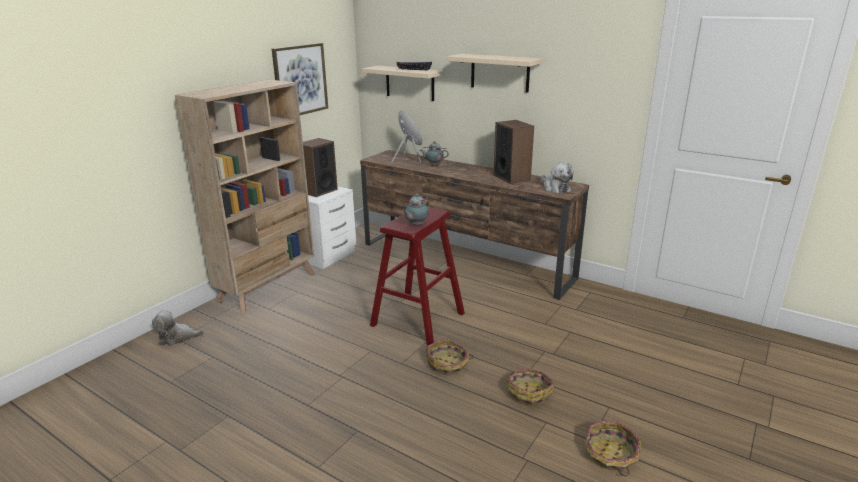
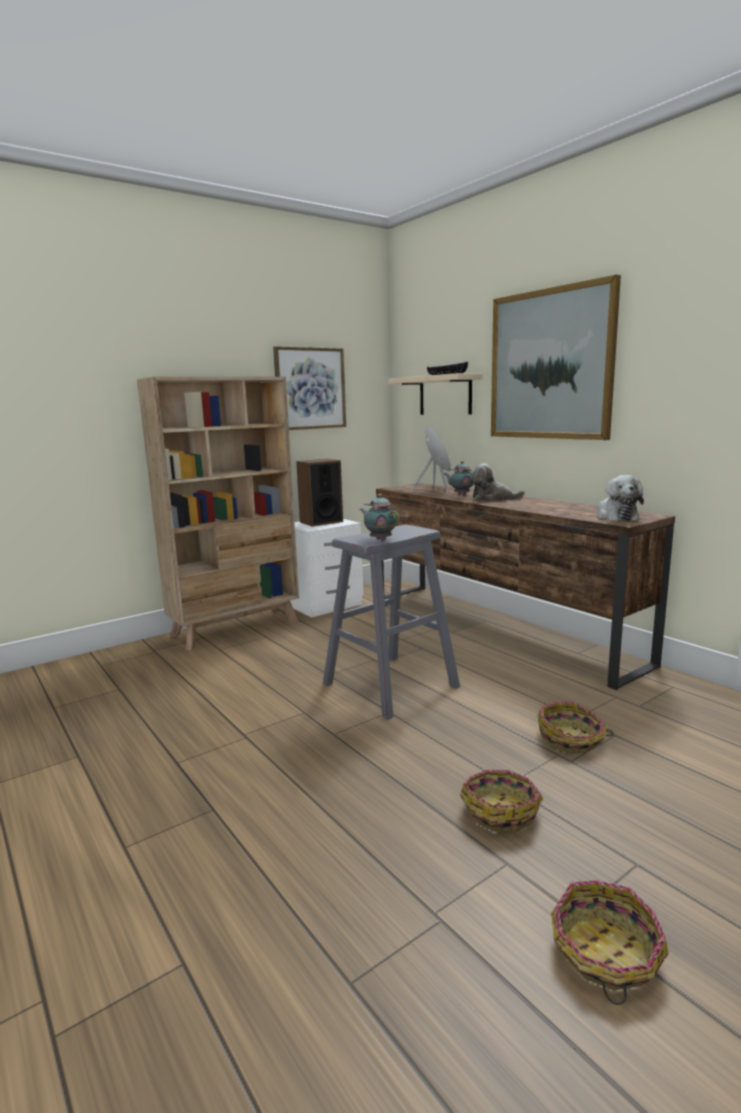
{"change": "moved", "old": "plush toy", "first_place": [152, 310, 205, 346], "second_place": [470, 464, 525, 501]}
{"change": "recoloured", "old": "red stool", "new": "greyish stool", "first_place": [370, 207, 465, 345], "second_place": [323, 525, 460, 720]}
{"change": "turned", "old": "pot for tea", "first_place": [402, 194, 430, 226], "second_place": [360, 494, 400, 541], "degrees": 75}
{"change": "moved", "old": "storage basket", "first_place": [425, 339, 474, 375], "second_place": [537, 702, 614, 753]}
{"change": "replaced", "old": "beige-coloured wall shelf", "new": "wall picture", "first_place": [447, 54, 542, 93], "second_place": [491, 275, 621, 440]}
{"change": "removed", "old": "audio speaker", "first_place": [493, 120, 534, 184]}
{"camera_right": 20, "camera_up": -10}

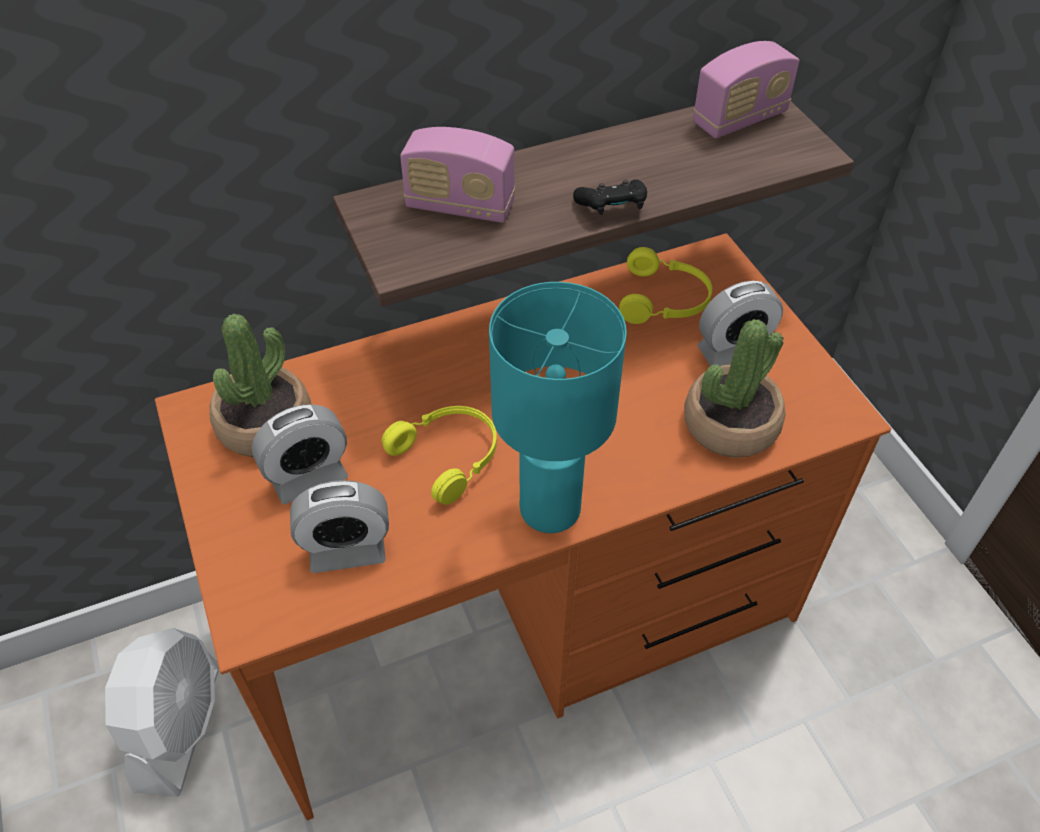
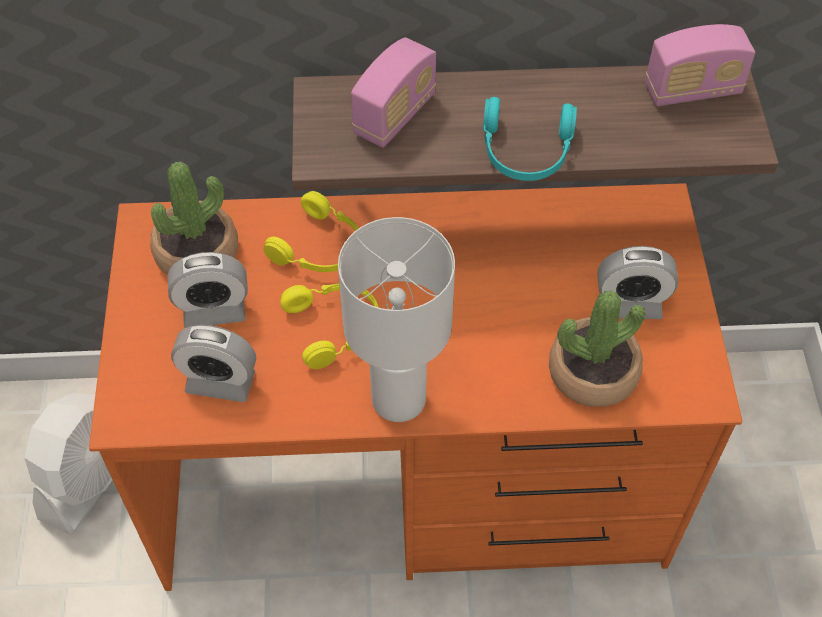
{"change": "turned", "old": "radio set", "first_place": [400, 127, 515, 223], "second_place": [351, 37, 436, 148], "degrees": -90}
{"change": "recoloured", "old": "turquoise table lamp", "new": "whitish table lamp", "first_place": [489, 282, 627, 533], "second_place": [338, 217, 455, 422]}
{"change": "replaced", "old": "blackish gamepad", "new": "turquoise headphones", "first_place": [573, 179, 647, 215], "second_place": [483, 97, 577, 181]}
{"change": "moved", "old": "yellow headphones", "first_place": [619, 247, 712, 324], "second_place": [263, 191, 359, 272]}
{"camera_right": 20, "camera_up": 5}

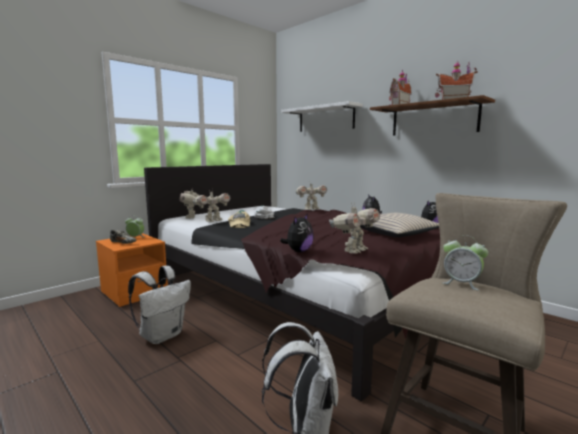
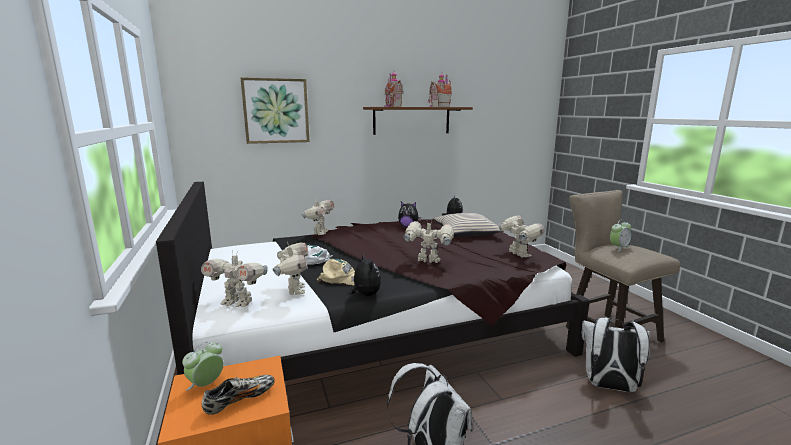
{"change": "moved", "old": "plush toy", "first_place": [280, 214, 314, 252], "second_place": [350, 255, 381, 296]}
{"change": "replaced", "old": "whitish wall shelf", "new": "wall picture", "first_place": [281, 101, 363, 132], "second_place": [241, 77, 310, 144]}
{"change": "added", "new": "toy robot", "second_place": [403, 220, 454, 263]}
{"camera_right": -65, "camera_up": 5}

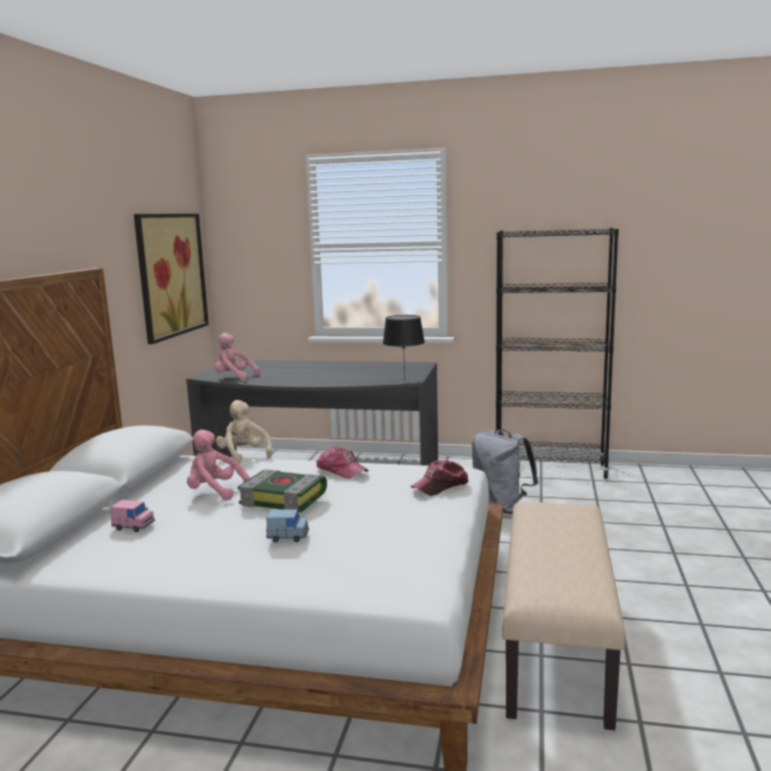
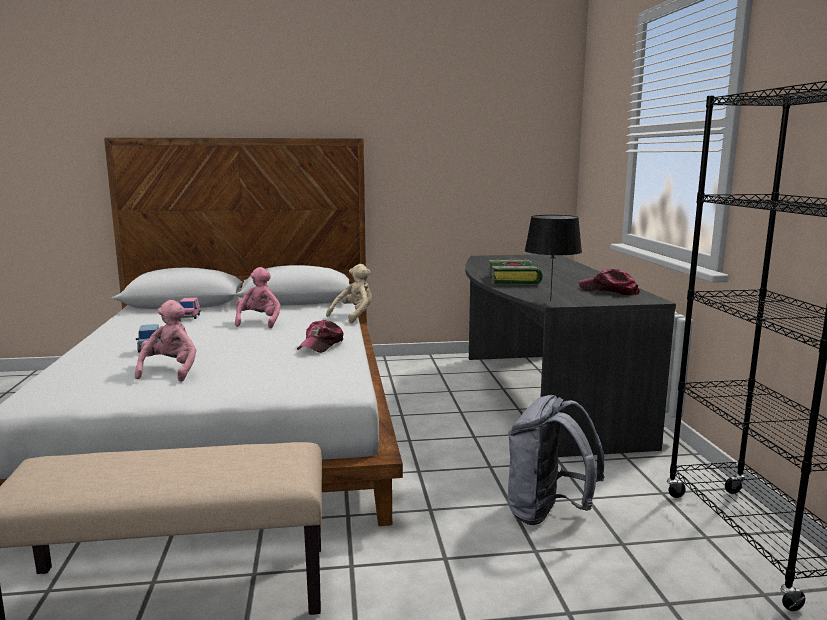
{"change": "removed", "old": "wall picture", "first_place": [134, 214, 209, 344]}
{"change": "moved", "old": "pink-coloured plush toy", "first_place": [215, 333, 260, 381], "second_place": [135, 300, 197, 382]}
{"change": "moved", "old": "book", "first_place": [238, 469, 327, 513], "second_place": [488, 260, 543, 284]}
{"change": "moved", "old": "peaked cap", "first_place": [411, 460, 469, 496], "second_place": [579, 269, 640, 296]}
{"camera_right": 70, "camera_up": 0}

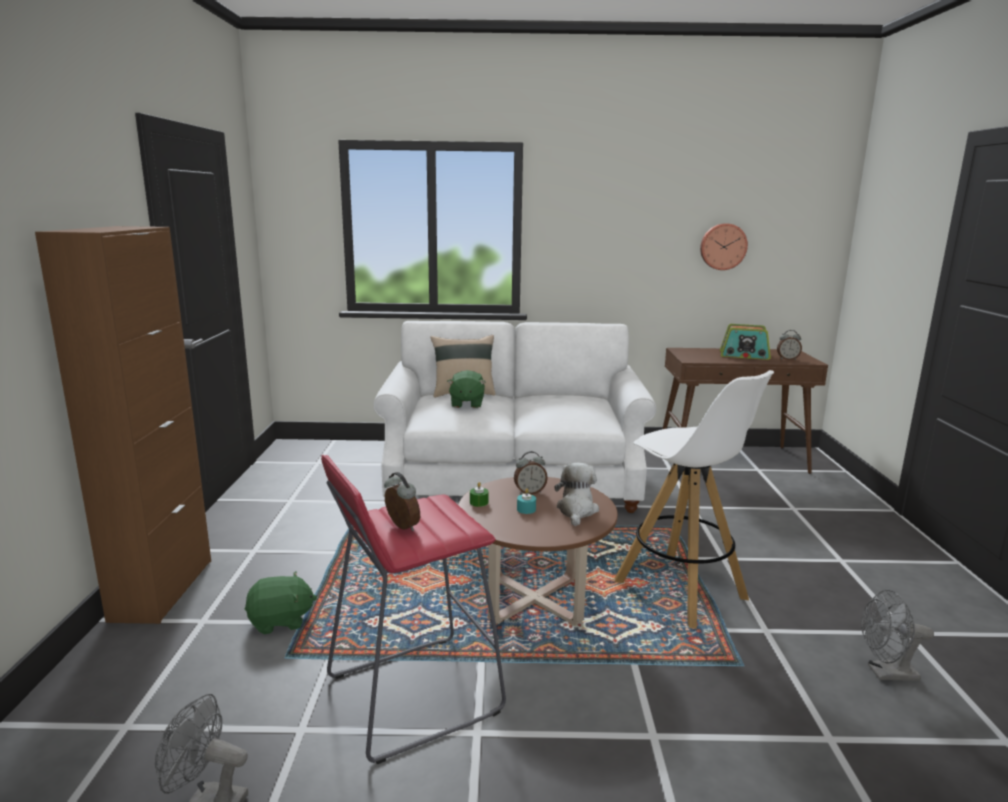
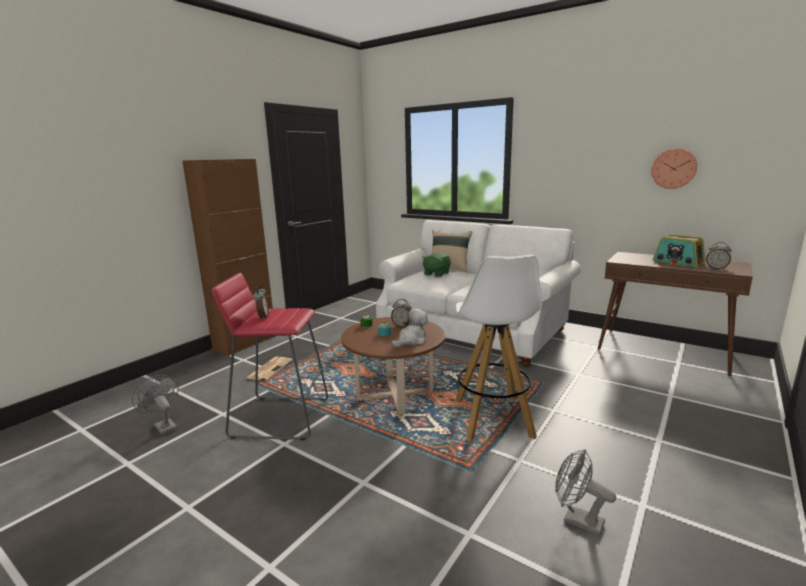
{"change": "replaced", "old": "green-coloured plush toy", "new": "newspaper", "first_place": [245, 572, 317, 634], "second_place": [247, 357, 292, 380]}
{"camera_right": 35, "camera_up": 0}

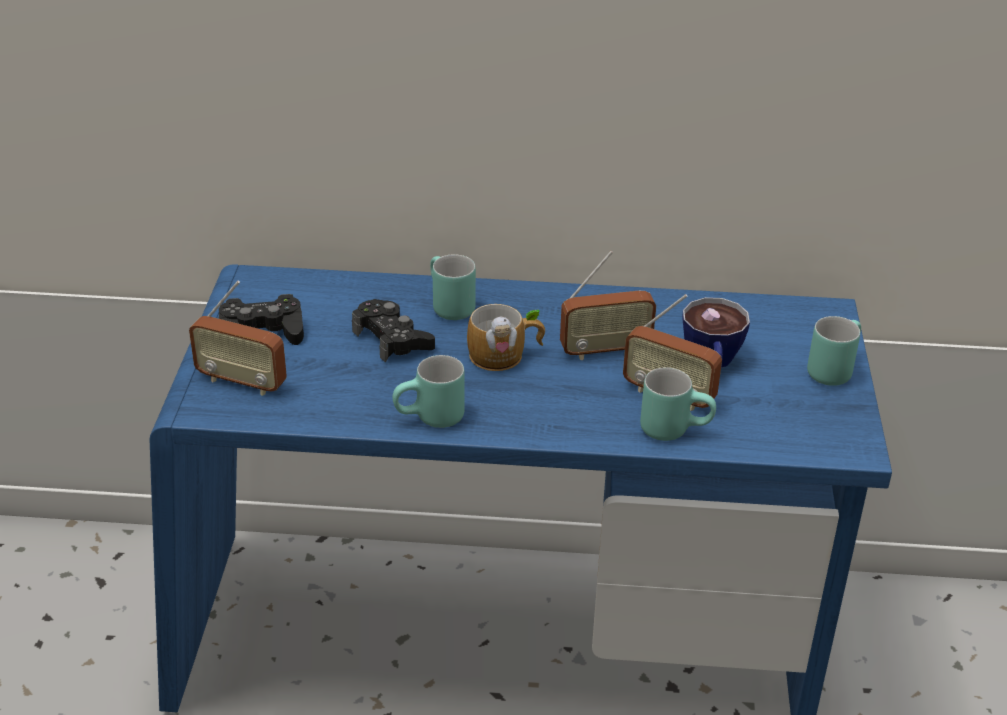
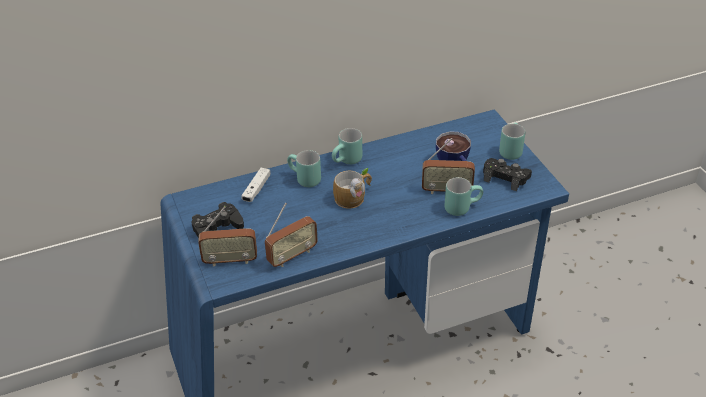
{"change": "moved", "old": "blackish gamepad", "first_place": [352, 299, 435, 363], "second_place": [483, 158, 532, 191]}
{"change": "moved", "old": "turquoise mug", "first_place": [393, 355, 465, 428], "second_place": [332, 128, 362, 164]}
{"change": "moved", "old": "radio set", "first_place": [560, 251, 656, 360], "second_place": [265, 203, 318, 267]}
{"change": "added", "new": "whitish gamepad", "second_place": [241, 168, 271, 202]}
{"camera_right": -25, "camera_up": 5}

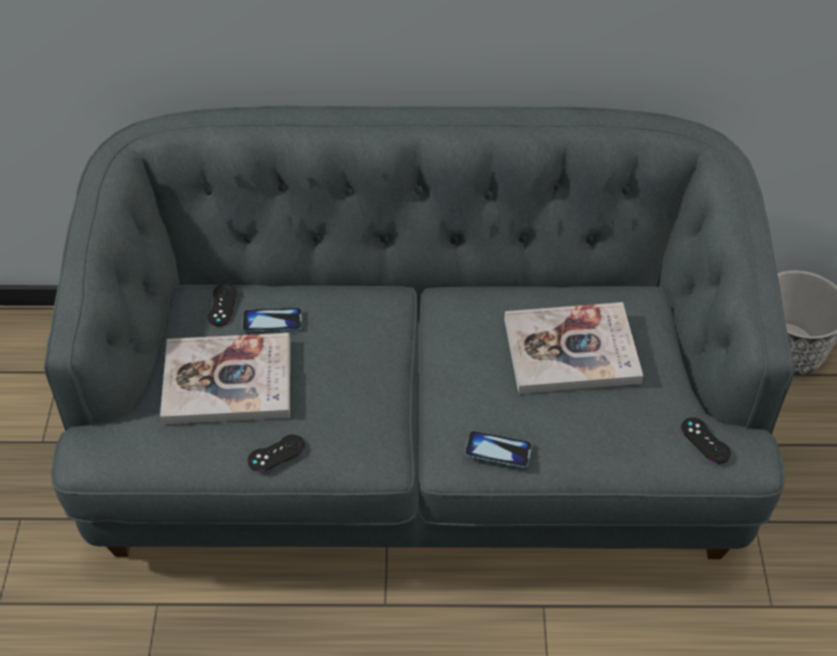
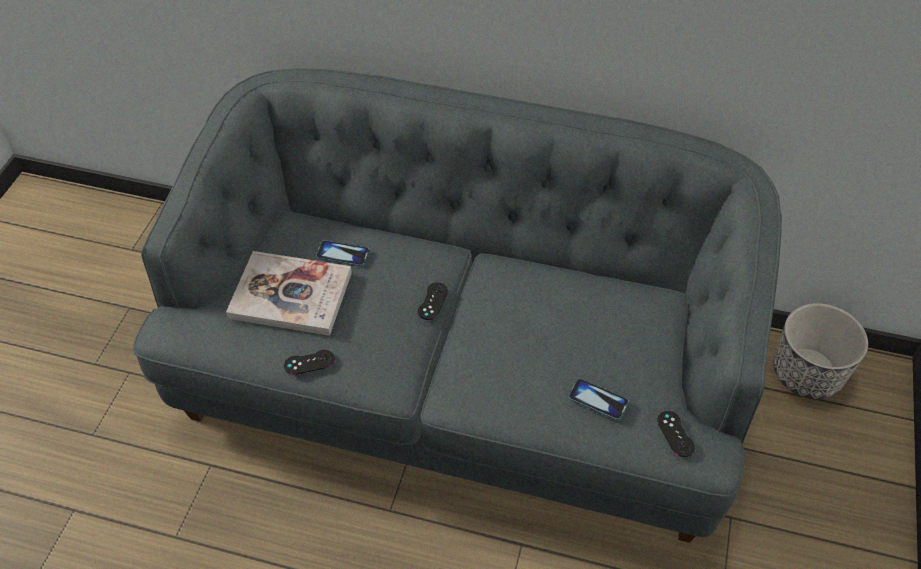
{"change": "moved", "old": "blackish gamepad", "first_place": [208, 283, 237, 326], "second_place": [418, 282, 448, 320]}
{"change": "moved", "old": "handset", "first_place": [464, 430, 532, 468], "second_place": [568, 378, 629, 421]}
{"change": "removed", "old": "book", "first_place": [504, 302, 643, 394]}
{"camera_right": 15, "camera_up": 0}

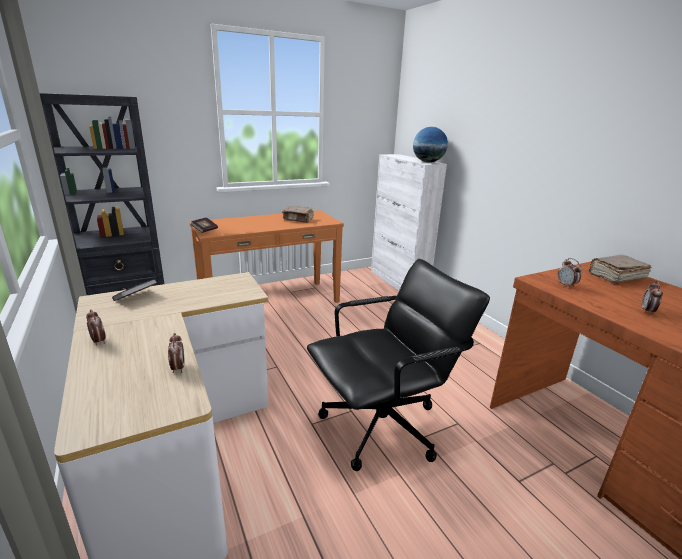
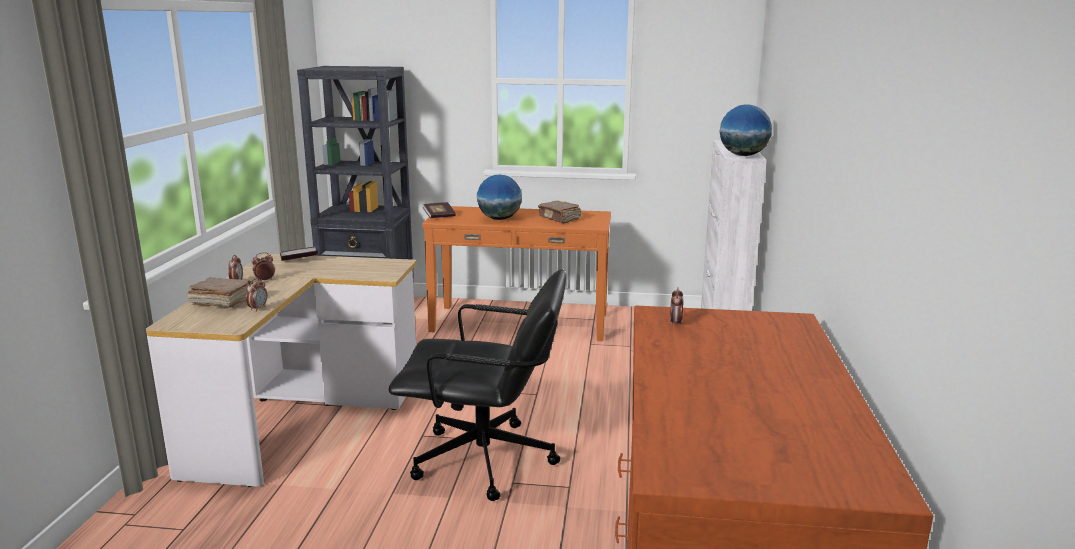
{"change": "moved", "old": "brown-coloured book", "first_place": [589, 255, 652, 284], "second_place": [187, 277, 253, 308]}
{"change": "moved", "old": "table clock", "first_place": [642, 281, 663, 314], "second_place": [252, 252, 275, 281]}
{"change": "added", "new": "globe", "second_place": [477, 175, 522, 220]}
{"camera_right": 35, "camera_up": -5}

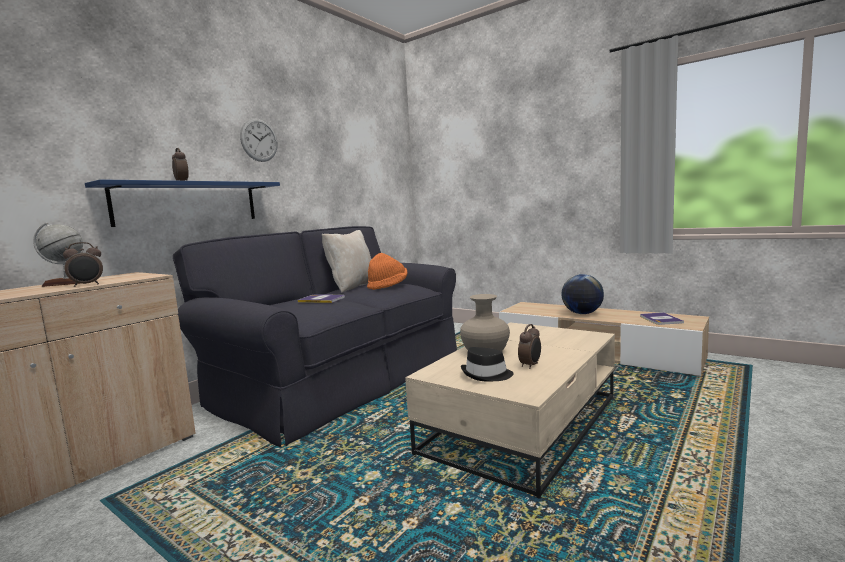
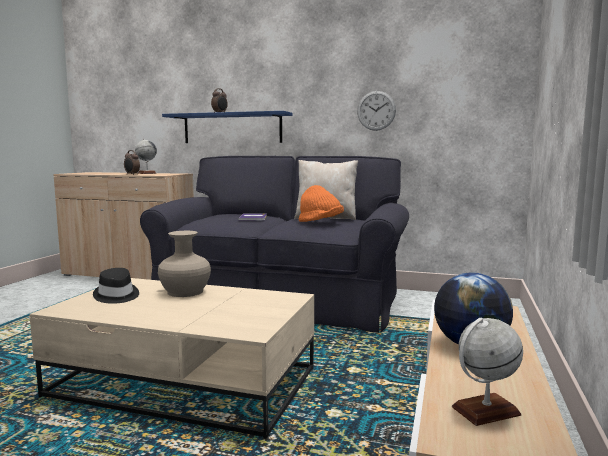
{"change": "moved", "old": "hanging clock", "first_place": [240, 118, 277, 162], "second_place": [357, 91, 396, 131]}
{"change": "removed", "old": "table clock", "first_place": [518, 324, 541, 369]}
{"change": "replaced", "old": "book", "new": "globe", "first_place": [640, 312, 684, 325], "second_place": [452, 318, 523, 426]}
{"camera_right": 70, "camera_up": 0}

